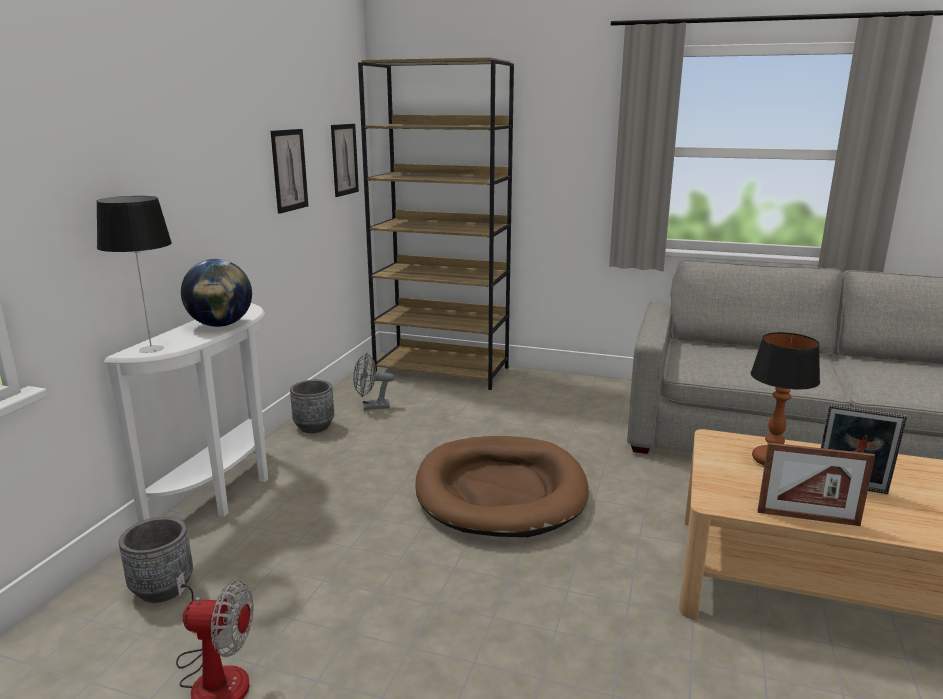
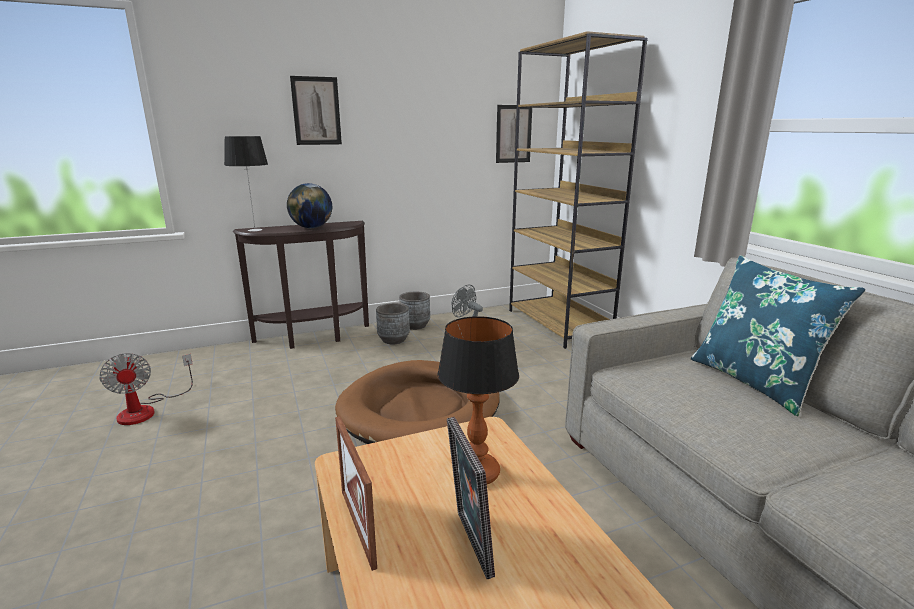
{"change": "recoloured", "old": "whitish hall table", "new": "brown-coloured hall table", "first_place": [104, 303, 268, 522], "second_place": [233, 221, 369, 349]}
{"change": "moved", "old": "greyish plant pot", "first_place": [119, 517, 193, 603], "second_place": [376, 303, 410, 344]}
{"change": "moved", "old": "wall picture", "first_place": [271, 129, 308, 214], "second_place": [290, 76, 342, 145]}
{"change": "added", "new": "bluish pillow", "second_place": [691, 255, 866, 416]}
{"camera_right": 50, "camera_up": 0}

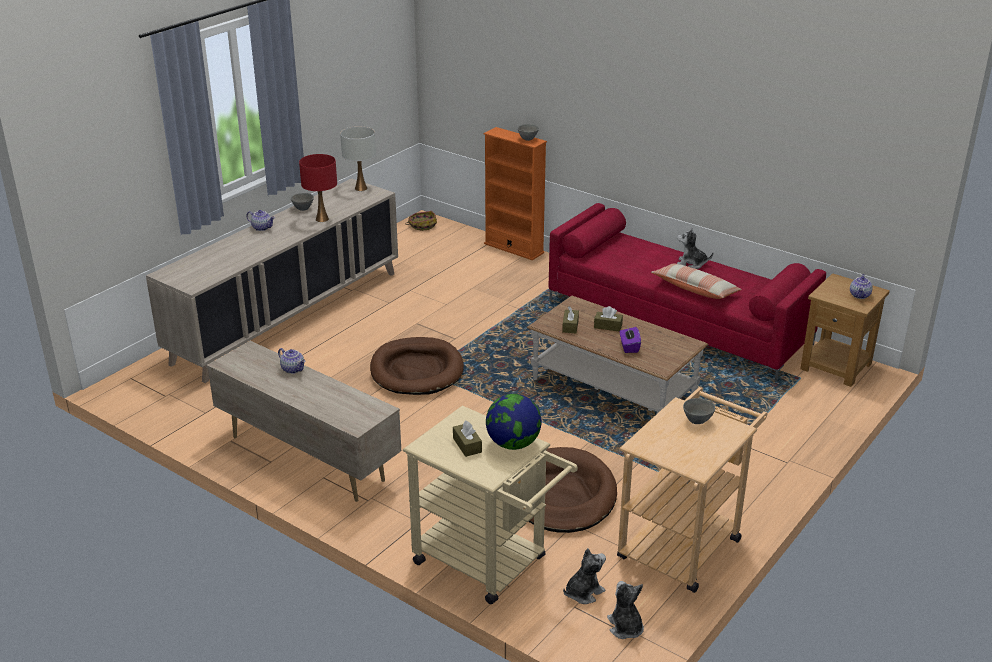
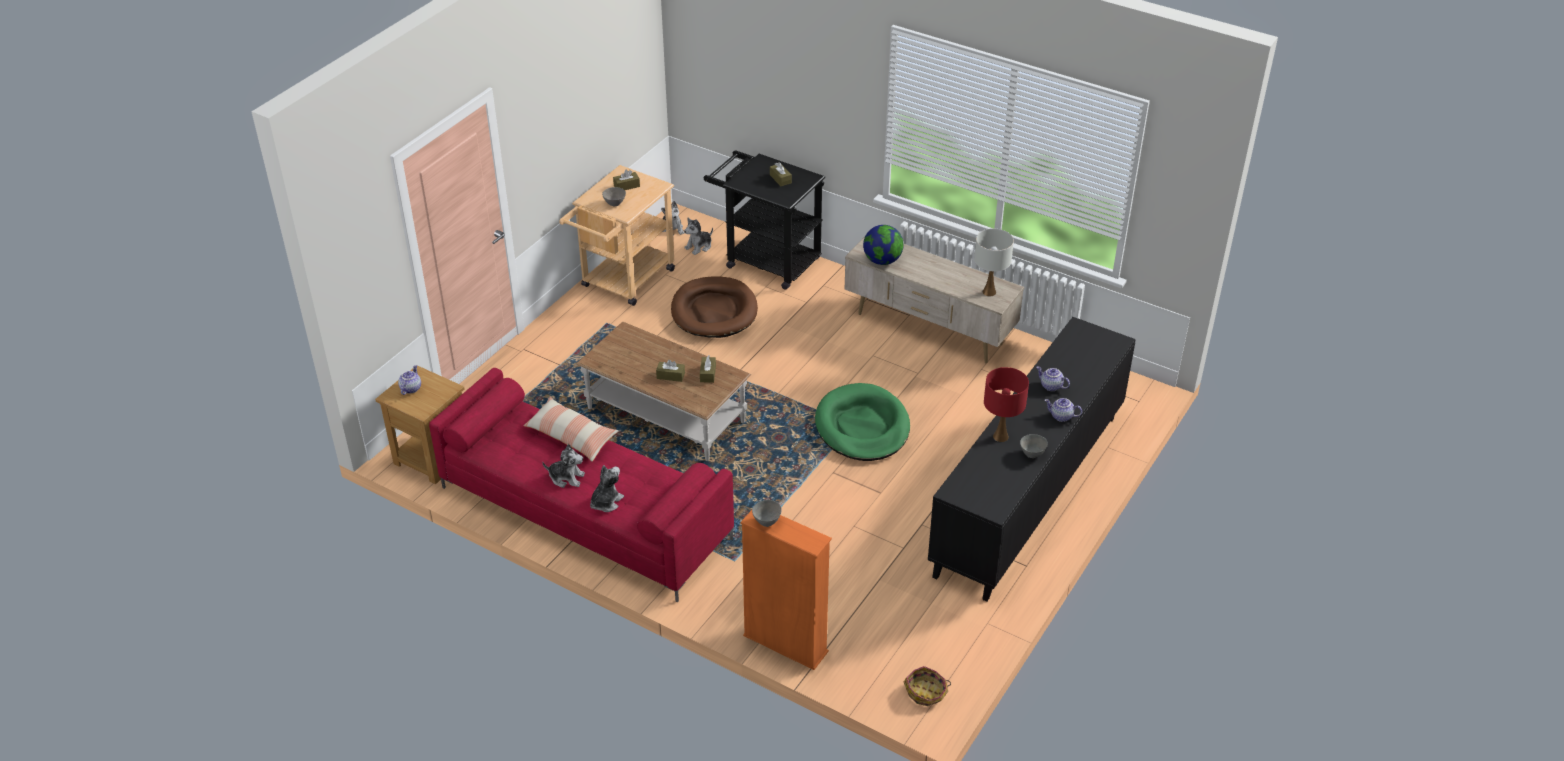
{"change": "recoloured", "old": "beige-coloured cabinet", "new": "blackish cabinet", "first_place": [146, 178, 398, 383], "second_place": [928, 317, 1136, 602]}
{"change": "moved", "old": "pot for tea", "first_place": [278, 348, 305, 374], "second_place": [1036, 366, 1070, 391]}
{"change": "moved", "old": "whitish table lamp", "first_place": [340, 126, 376, 191], "second_place": [974, 229, 1014, 296]}
{"change": "recoloured", "old": "brown-coloured dog cushion", "new": "green-coloured dog cushion", "first_place": [370, 337, 464, 395], "second_place": [815, 383, 910, 461]}
{"change": "recoloured", "old": "beige-coloured trolley", "new": "blackish trolley", "first_place": [403, 406, 578, 604], "second_place": [704, 150, 825, 290]}
{"change": "moved", "old": "globe", "first_place": [486, 394, 542, 450], "second_place": [863, 225, 904, 265]}
{"change": "removed", "old": "purple-coloured tissue box", "first_place": [620, 326, 641, 353]}
{"change": "added", "new": "plush toy", "second_place": [590, 465, 624, 512]}
{"change": "added", "new": "brown-coloured tissue box", "second_place": [613, 170, 640, 190]}
{"camera_right": 175, "camera_up": 10}

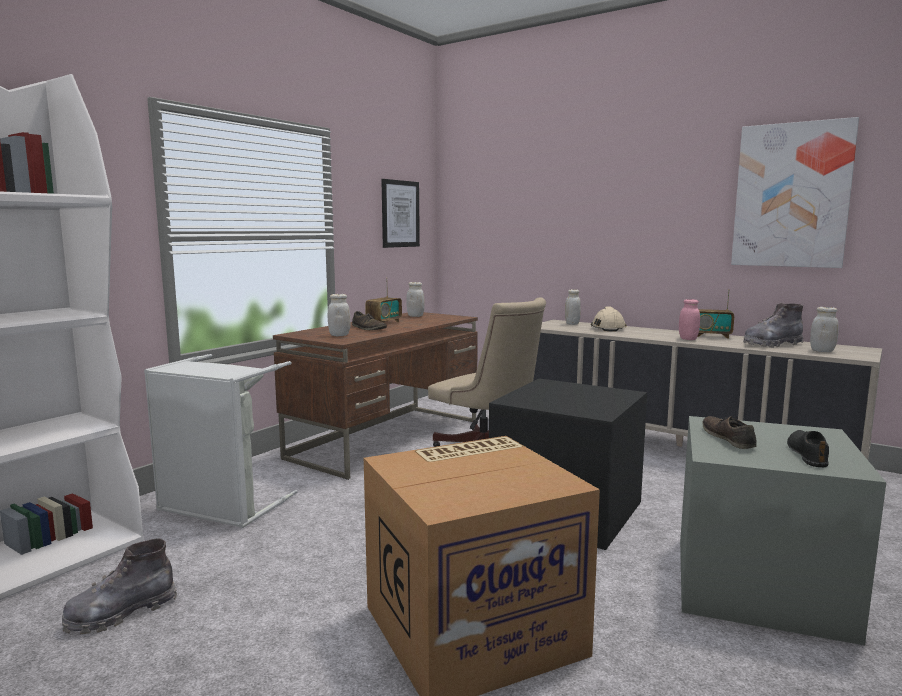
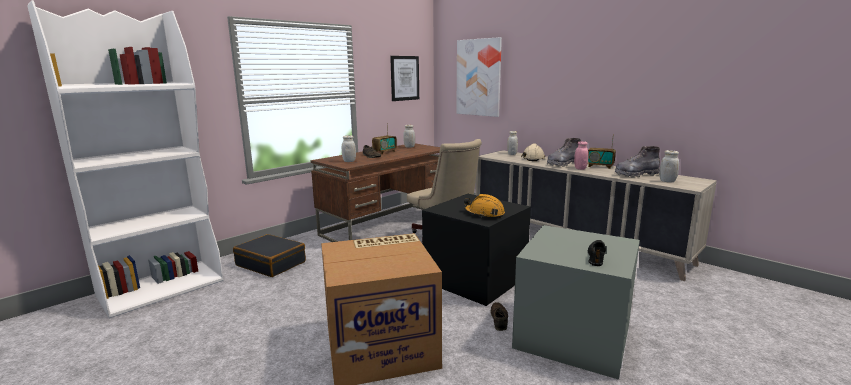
{"change": "moved", "old": "greyish boot", "first_place": [62, 538, 177, 634], "second_place": [547, 138, 581, 167]}
{"change": "replaced", "old": "greyish washing basket", "new": "blackish suitcase", "first_place": [144, 354, 298, 529], "second_place": [233, 234, 306, 277]}
{"change": "moved", "old": "brown-coloured low shoe", "first_place": [702, 416, 757, 449], "second_place": [491, 302, 508, 331]}
{"change": "moved", "old": "wall picture", "first_place": [731, 117, 859, 268], "second_place": [456, 37, 502, 117]}
{"change": "added", "new": "orangey work helmet", "second_place": [464, 194, 505, 218]}
{"camera_right": 10, "camera_up": 5}

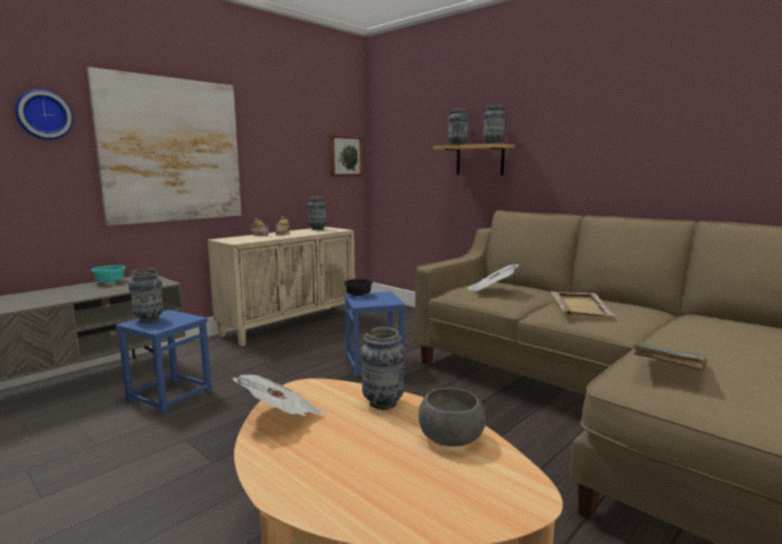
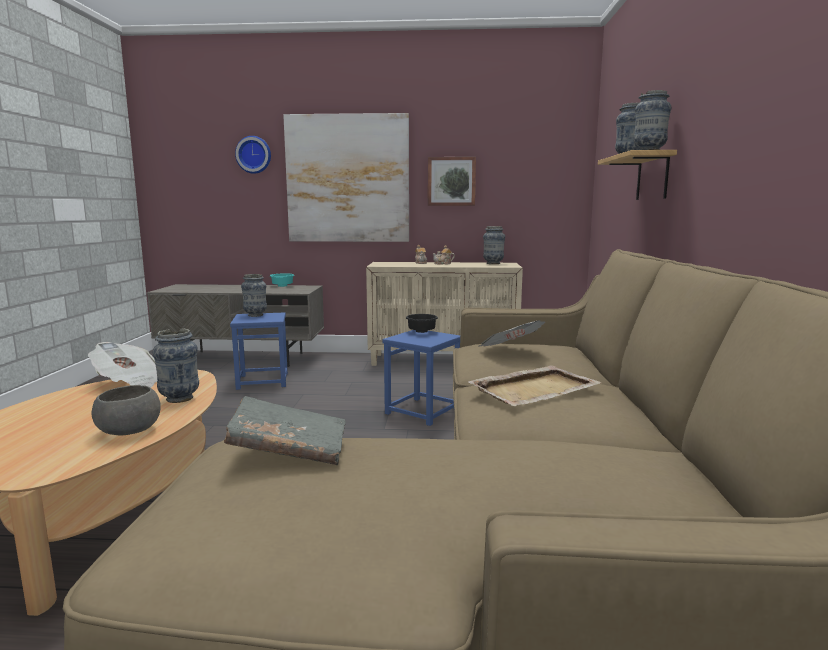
{"change": "moved", "old": "wall picture", "first_place": [329, 135, 362, 177], "second_place": [428, 157, 476, 206]}
{"camera_right": 50, "camera_up": 0}

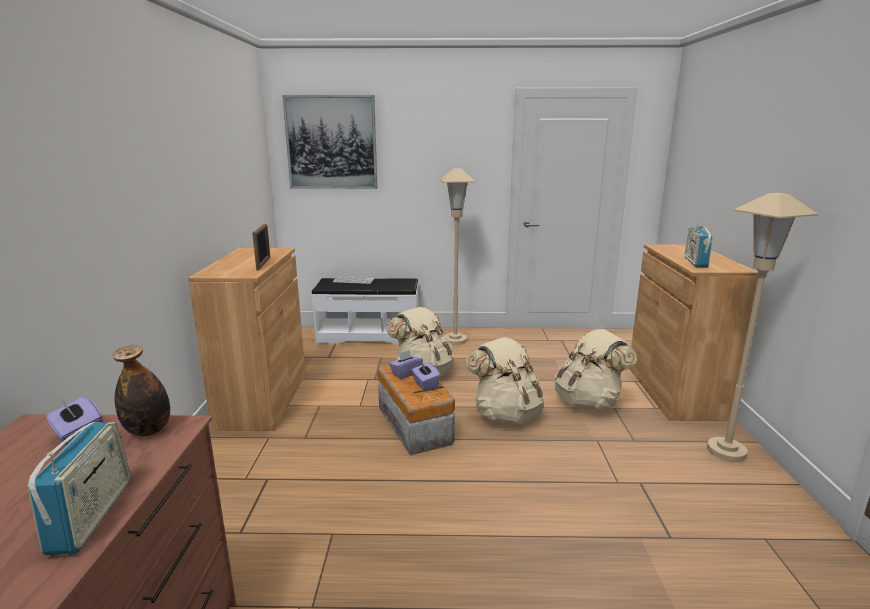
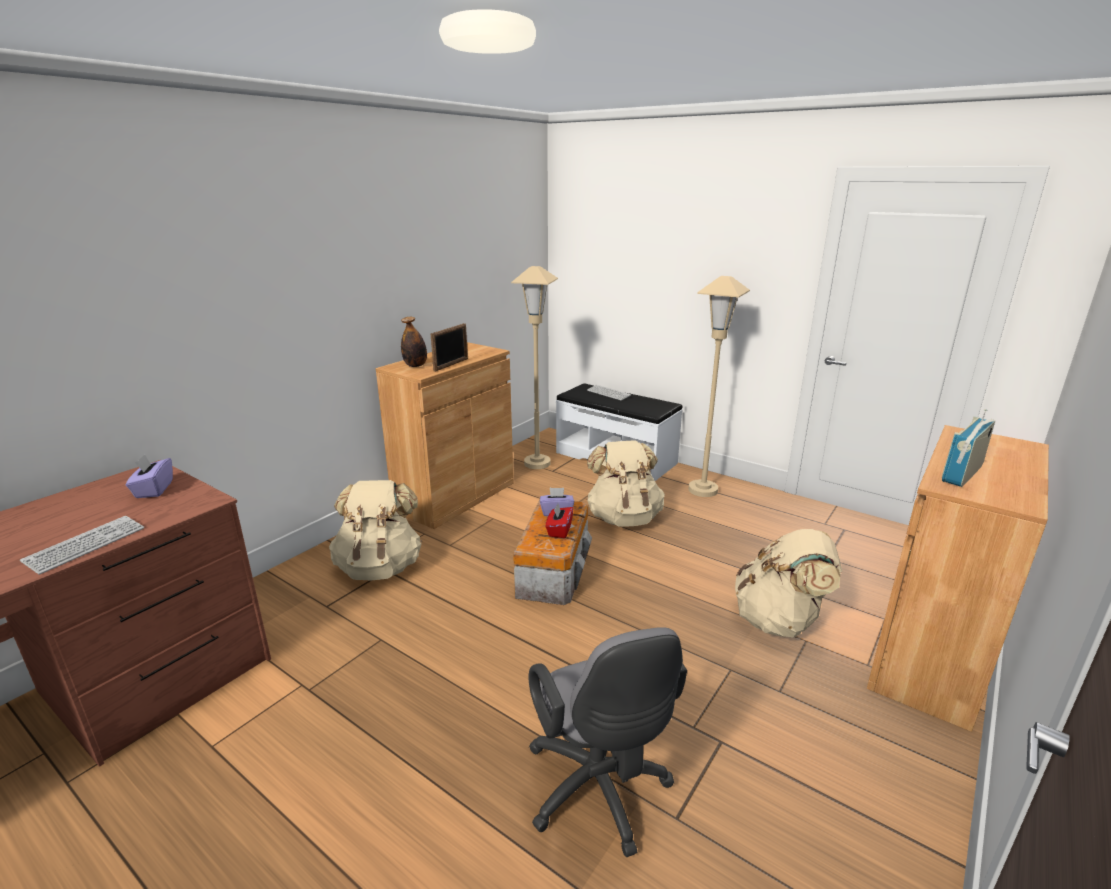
{"change": "replaced", "old": "radio set", "new": "PC keyboard", "first_place": [27, 422, 130, 556], "second_place": [20, 516, 144, 574]}
{"change": "moved", "old": "drink bottle", "first_place": [113, 345, 170, 436], "second_place": [401, 317, 427, 367]}
{"change": "removed", "old": "wall picture", "first_place": [282, 95, 378, 189]}
{"change": "recoloured", "old": "purple-coloured tissue box", "new": "red tissue box", "first_place": [412, 362, 440, 391], "second_place": [546, 504, 573, 538]}
{"change": "moved", "old": "beige-coloured rucksack", "first_place": [466, 337, 545, 424], "second_place": [329, 480, 422, 580]}
{"change": "moved", "old": "beige-coloured standard lamp", "first_place": [707, 193, 818, 462], "second_place": [511, 266, 558, 469]}
{"change": "added", "new": "greyish office chair", "second_place": [529, 627, 687, 857]}
{"camera_right": 35, "camera_up": 5}

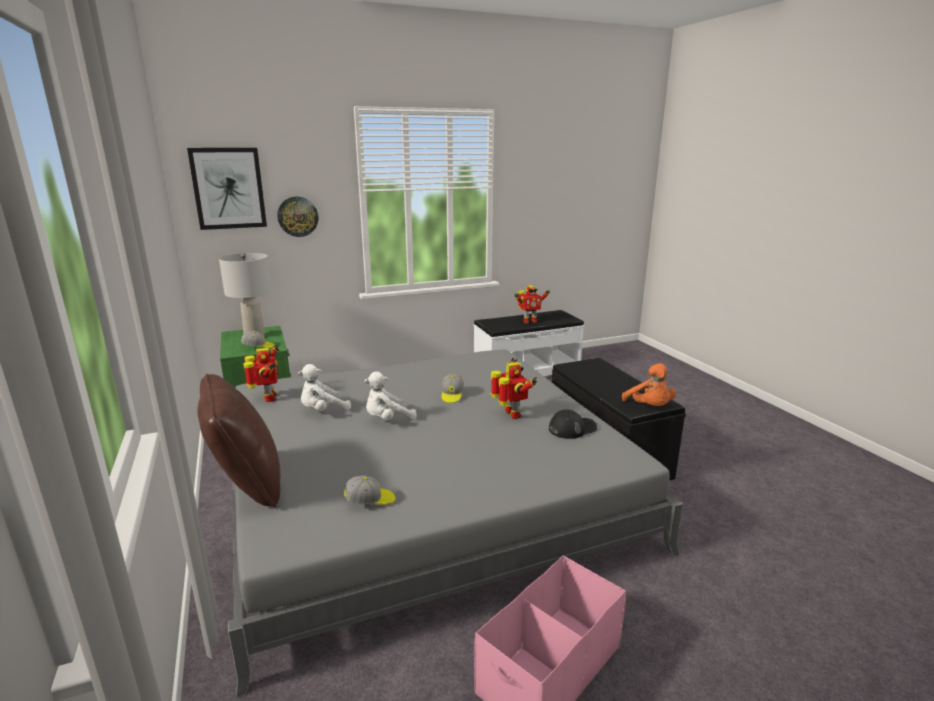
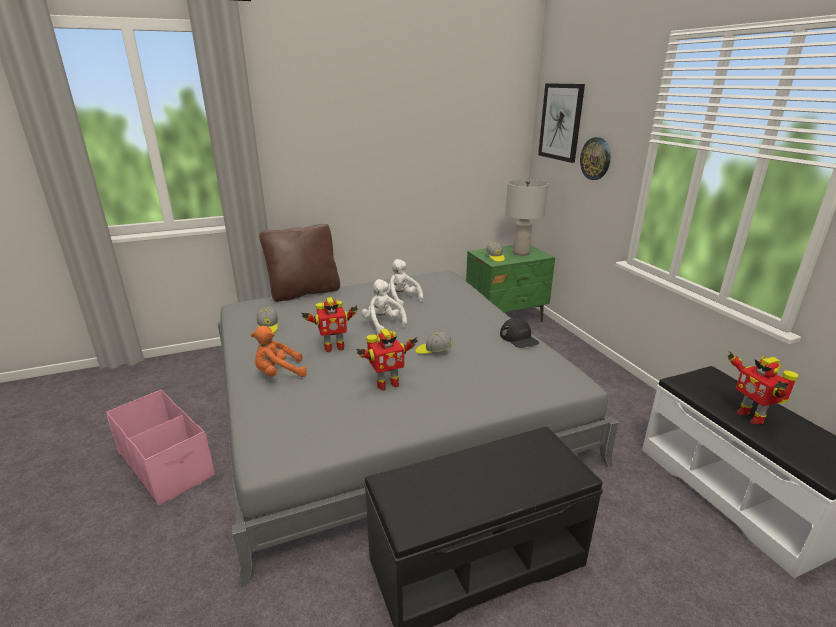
{"change": "moved", "old": "toy robot", "first_place": [243, 344, 280, 402], "second_place": [301, 297, 358, 352]}
{"change": "moved", "old": "blackish peaked cap", "first_place": [549, 409, 597, 439], "second_place": [500, 318, 540, 348]}
{"change": "moved", "old": "orangey plush toy", "first_place": [622, 363, 676, 406], "second_place": [251, 326, 307, 377]}
{"camera_right": 90, "camera_up": 5}

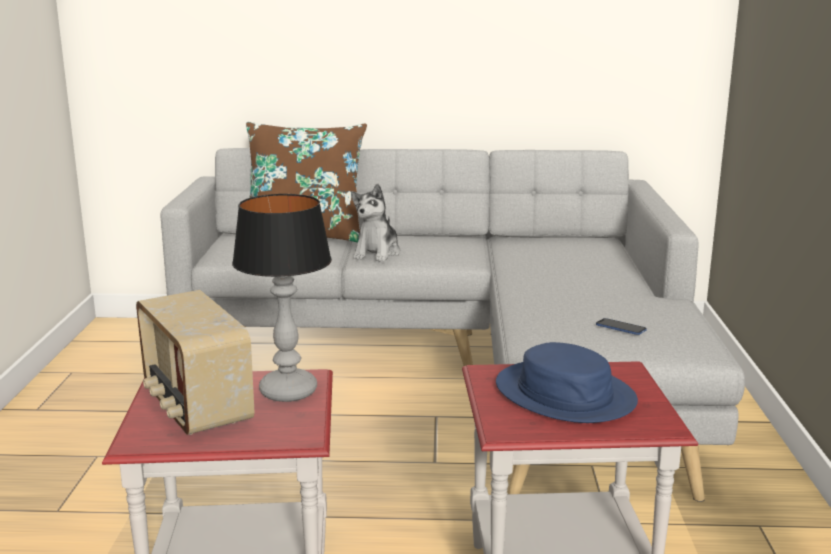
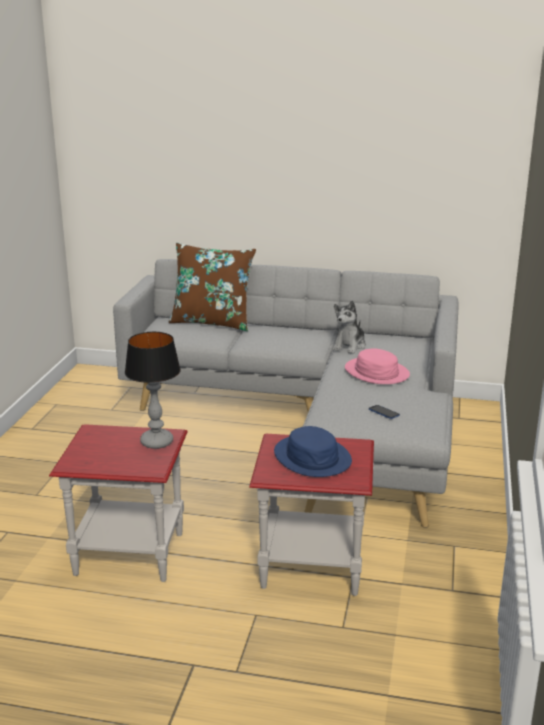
{"change": "removed", "old": "radio set", "first_place": [136, 290, 255, 435]}
{"change": "moved", "old": "plush toy", "first_place": [351, 184, 400, 262], "second_place": [333, 301, 366, 354]}
{"change": "added", "new": "pink-coloured hat", "second_place": [345, 349, 410, 384]}
{"camera_right": 10, "camera_up": 5}

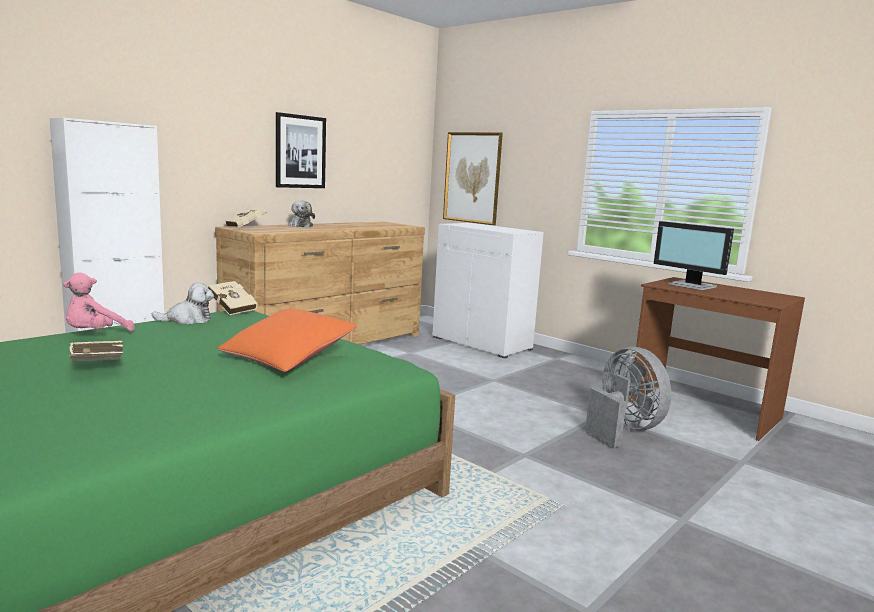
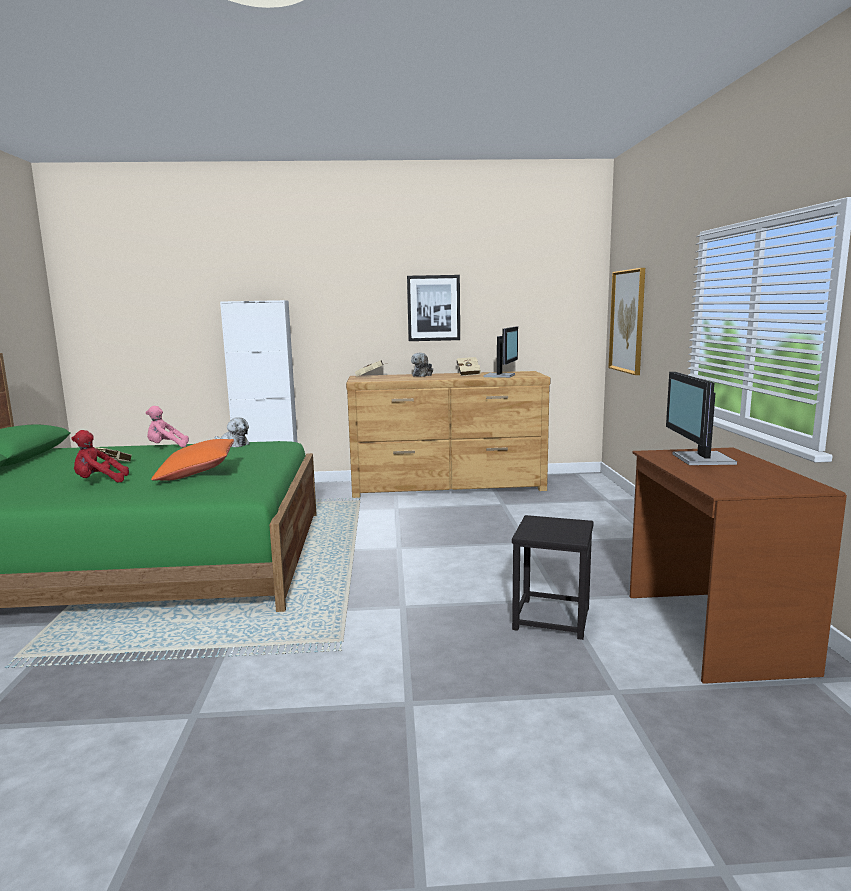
{"change": "moved", "old": "beige-coloured book", "first_place": [208, 281, 258, 315], "second_place": [457, 357, 481, 376]}
{"change": "removed", "old": "whitish cabinet", "first_place": [432, 223, 544, 358]}
{"change": "replaced", "old": "greyish cooling fan", "new": "blackish stool", "first_place": [585, 347, 672, 447], "second_place": [512, 515, 594, 640]}
{"change": "added", "new": "red plush toy", "second_place": [71, 430, 129, 483]}
{"change": "added", "new": "monitor", "second_place": [484, 327, 518, 378]}
{"camera_right": 45, "camera_up": 0}

